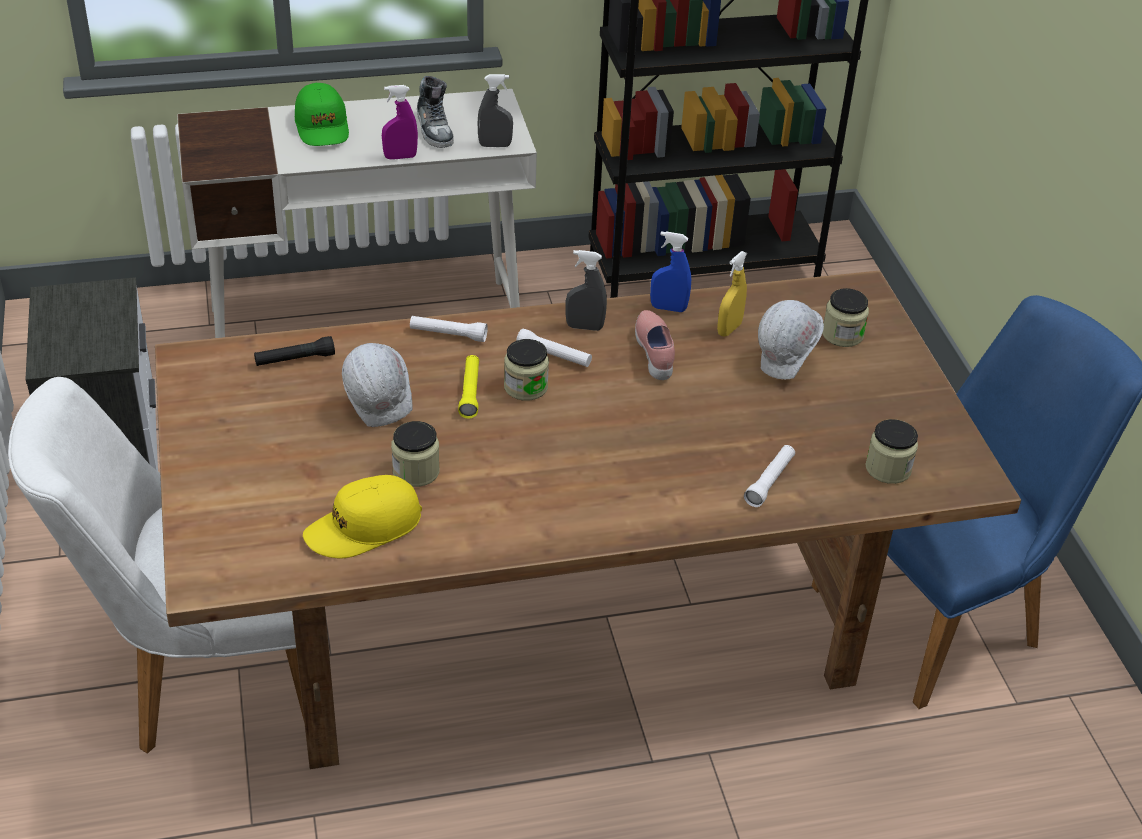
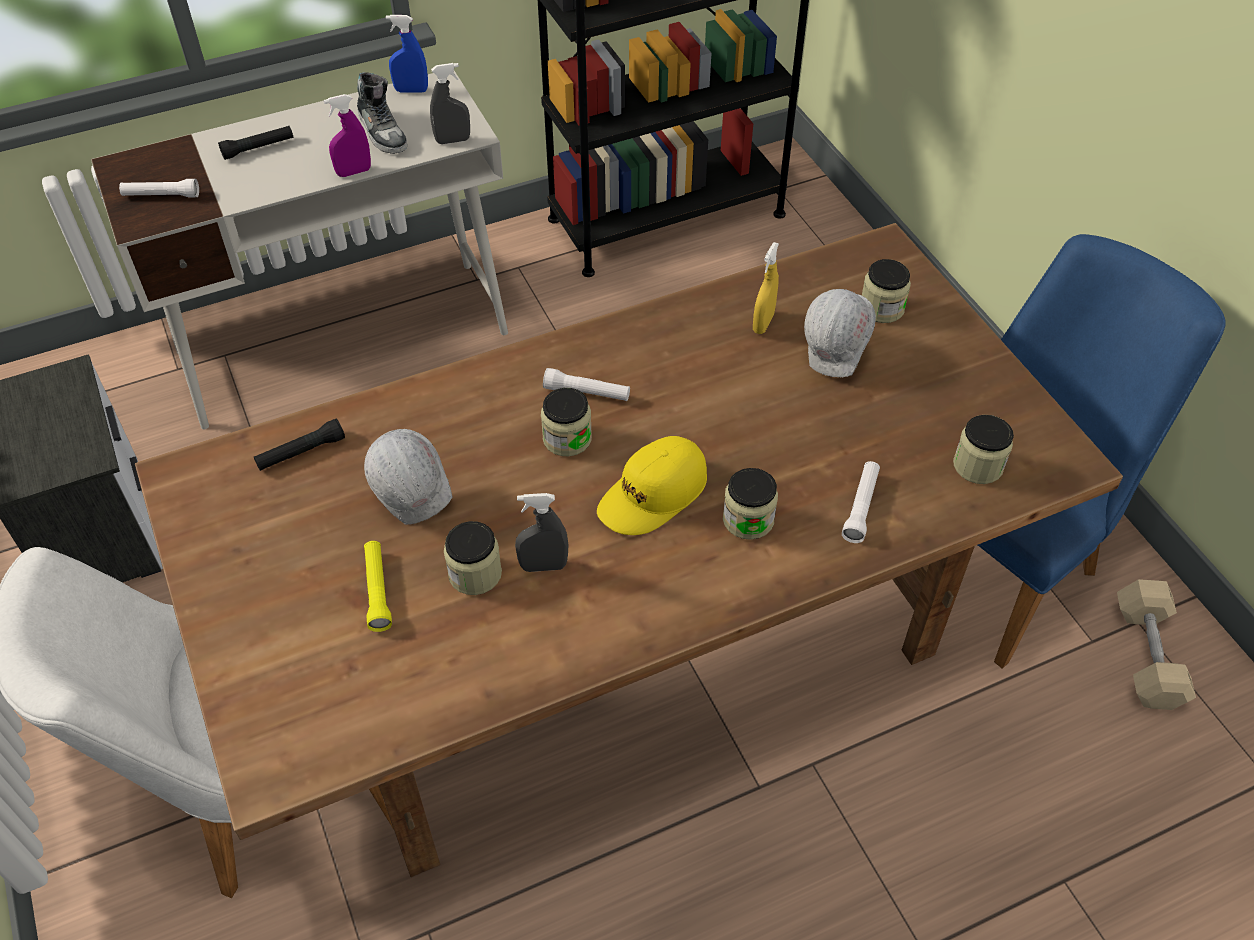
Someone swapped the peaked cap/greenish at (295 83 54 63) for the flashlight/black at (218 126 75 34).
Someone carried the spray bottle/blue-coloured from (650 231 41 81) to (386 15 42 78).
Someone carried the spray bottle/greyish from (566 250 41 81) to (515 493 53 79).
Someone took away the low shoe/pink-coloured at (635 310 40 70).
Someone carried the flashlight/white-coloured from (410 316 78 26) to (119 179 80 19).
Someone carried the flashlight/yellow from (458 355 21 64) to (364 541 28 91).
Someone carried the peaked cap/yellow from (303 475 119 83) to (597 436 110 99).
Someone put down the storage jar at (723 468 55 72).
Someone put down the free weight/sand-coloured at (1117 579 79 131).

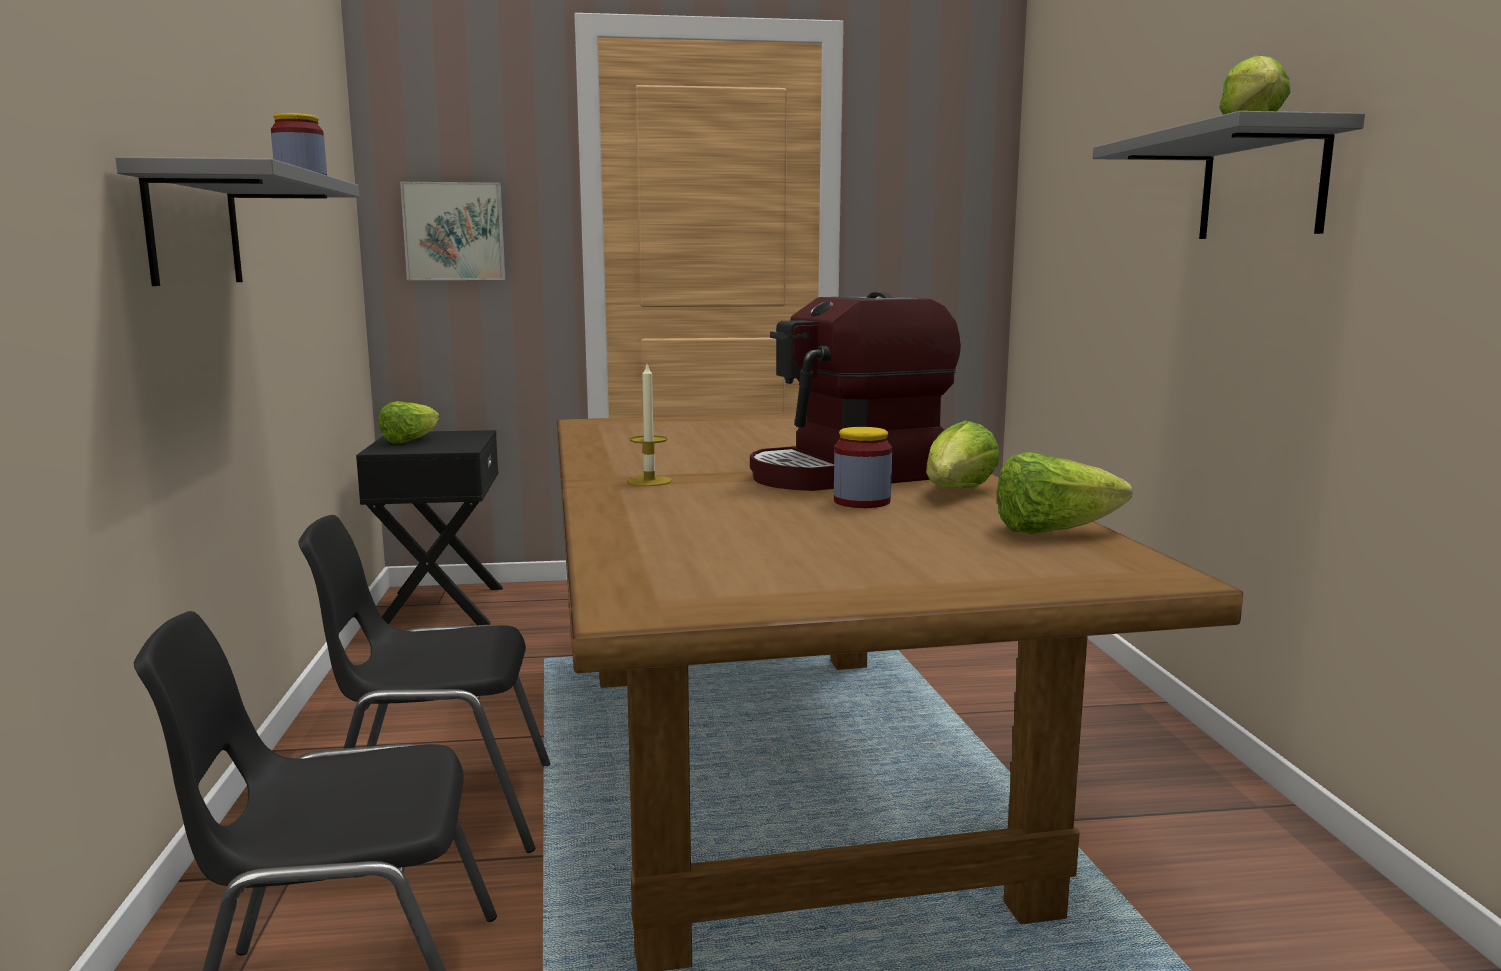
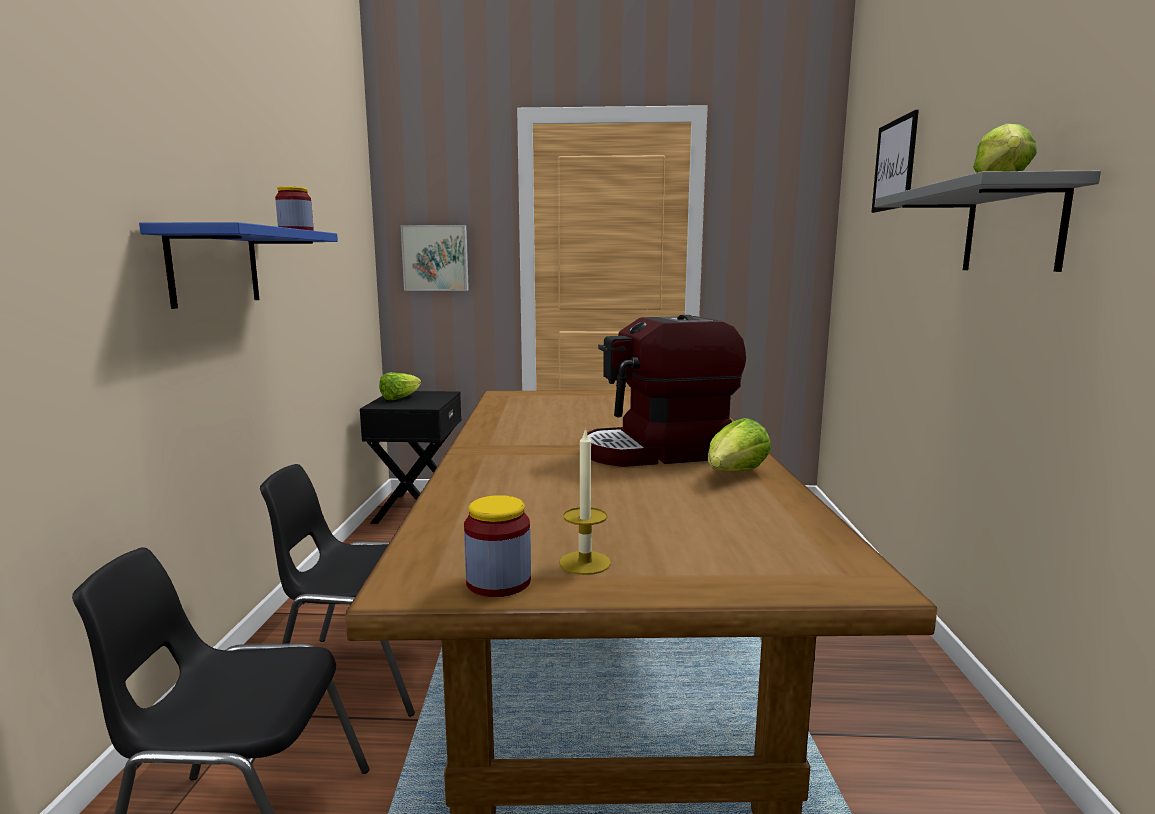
Someone repainted the shelf/greyish at (116 157 243 129), which became the shelf/blue-coloured at (139 222 199 87).
Someone carried the wax light from (627 364 45 122) to (559 428 52 147).
Someone carried the storage jar from (834 427 58 81) to (464 495 67 102).
Someone took away the lettuce at (997 452 136 82).
Someone put up the wall art at (871 110 48 103).

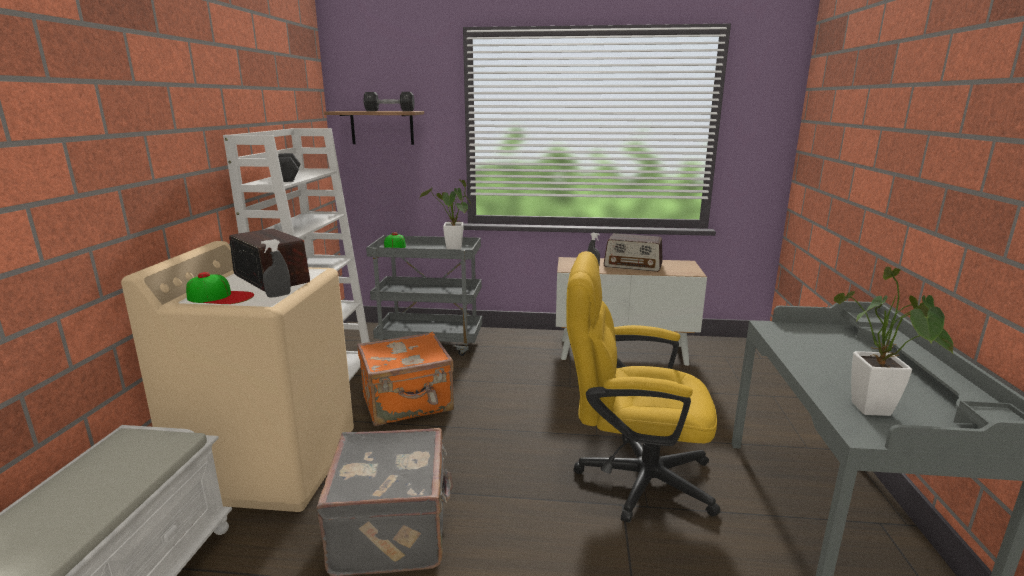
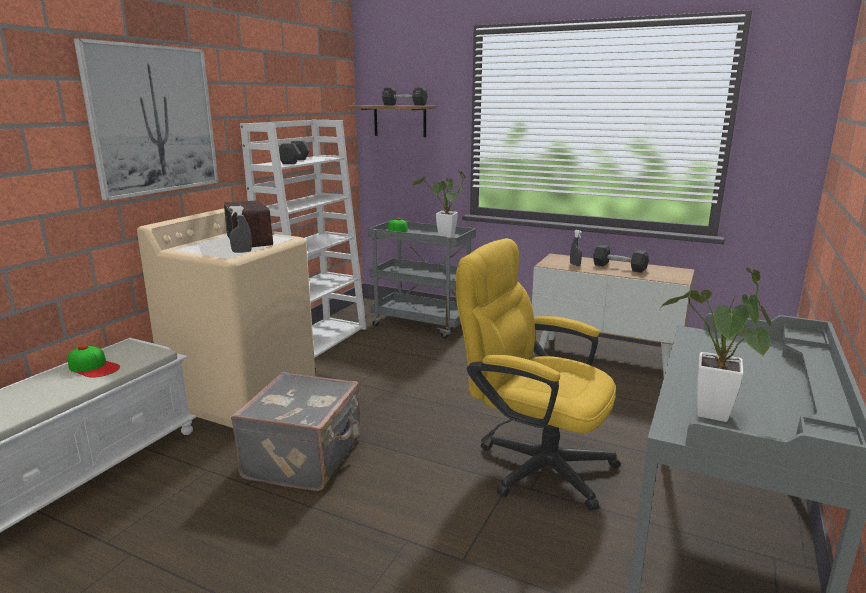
Someone swapped the radio at (604 233 59 39) for the free weight/black at (593 245 56 28).
Someone carried the peaked cap from (186 272 68 32) to (68 345 52 33).
Someone took away the piece of luggage/orangey at (357 331 97 95).
Someone put up the wall art at (74 38 145 163).

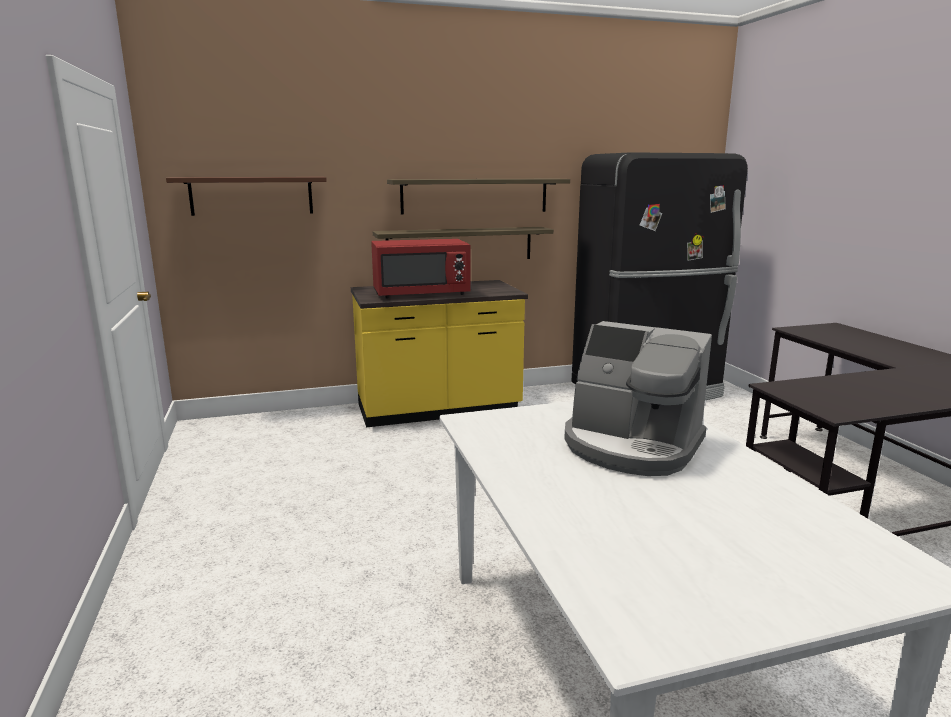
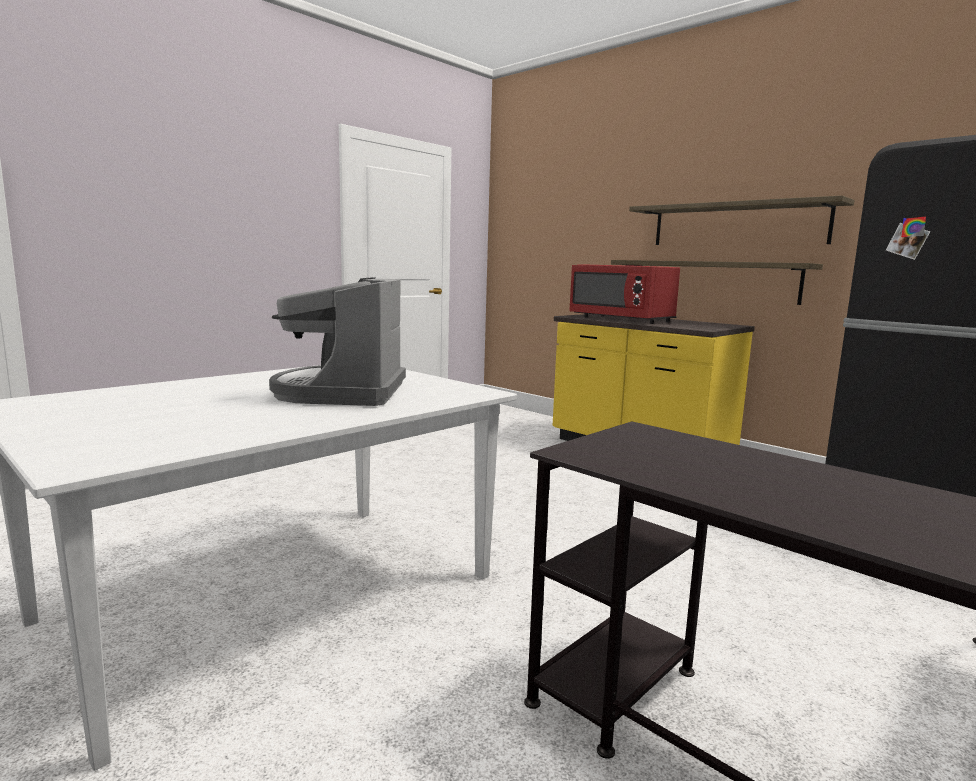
Someone took away the shelf/brownish at (166 177 161 39).

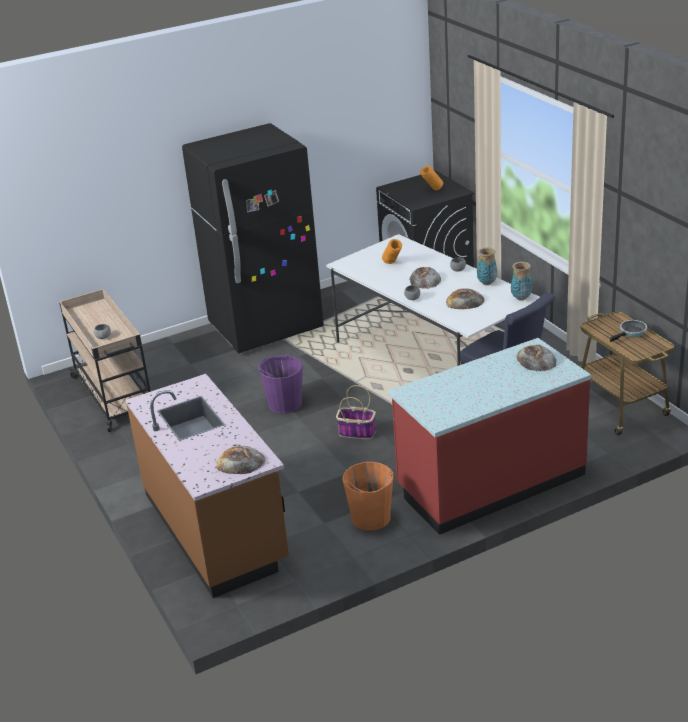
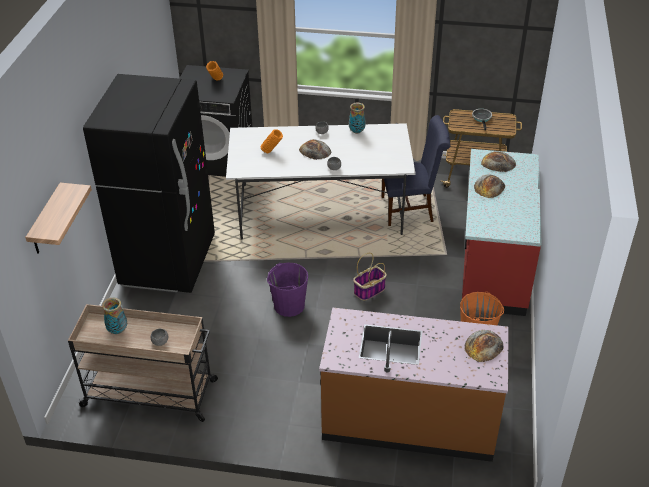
Someone carried the vase from (511 262 21 39) to (102 298 25 36).
Someone carried the bakery bread from (446 288 39 21) to (474 174 31 24).
Someone put up the shelf at (25 183 67 71).

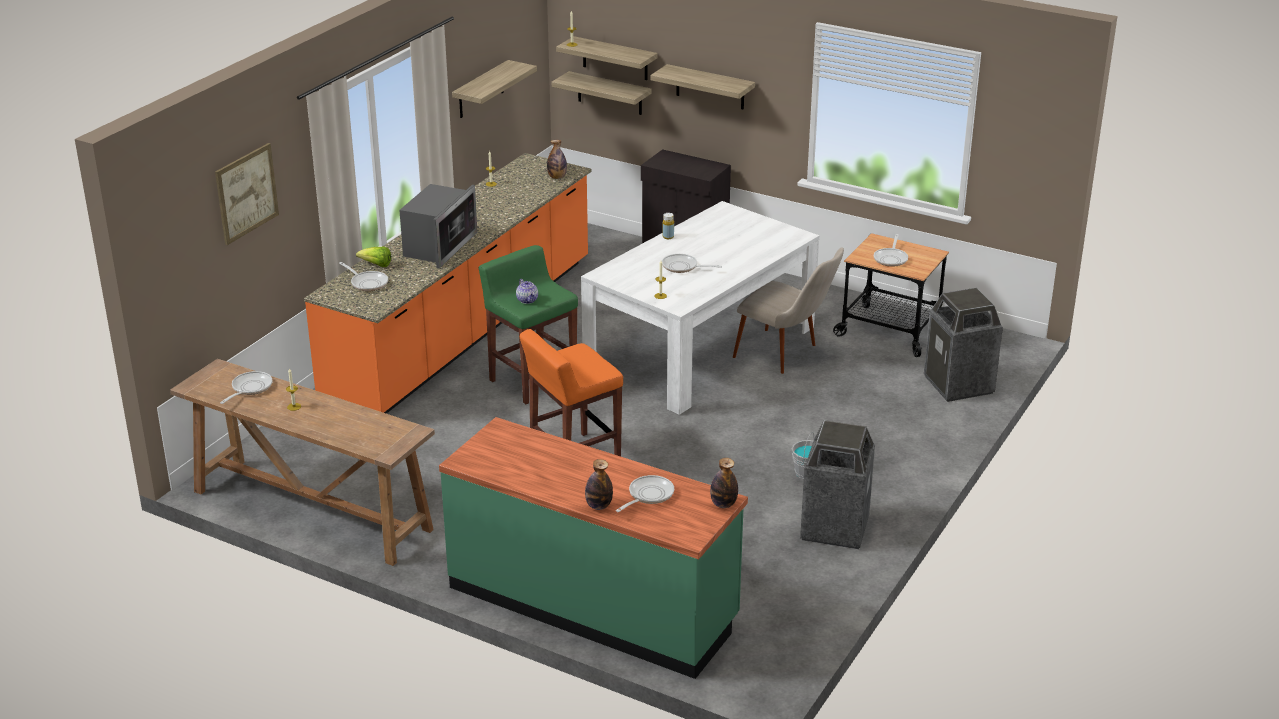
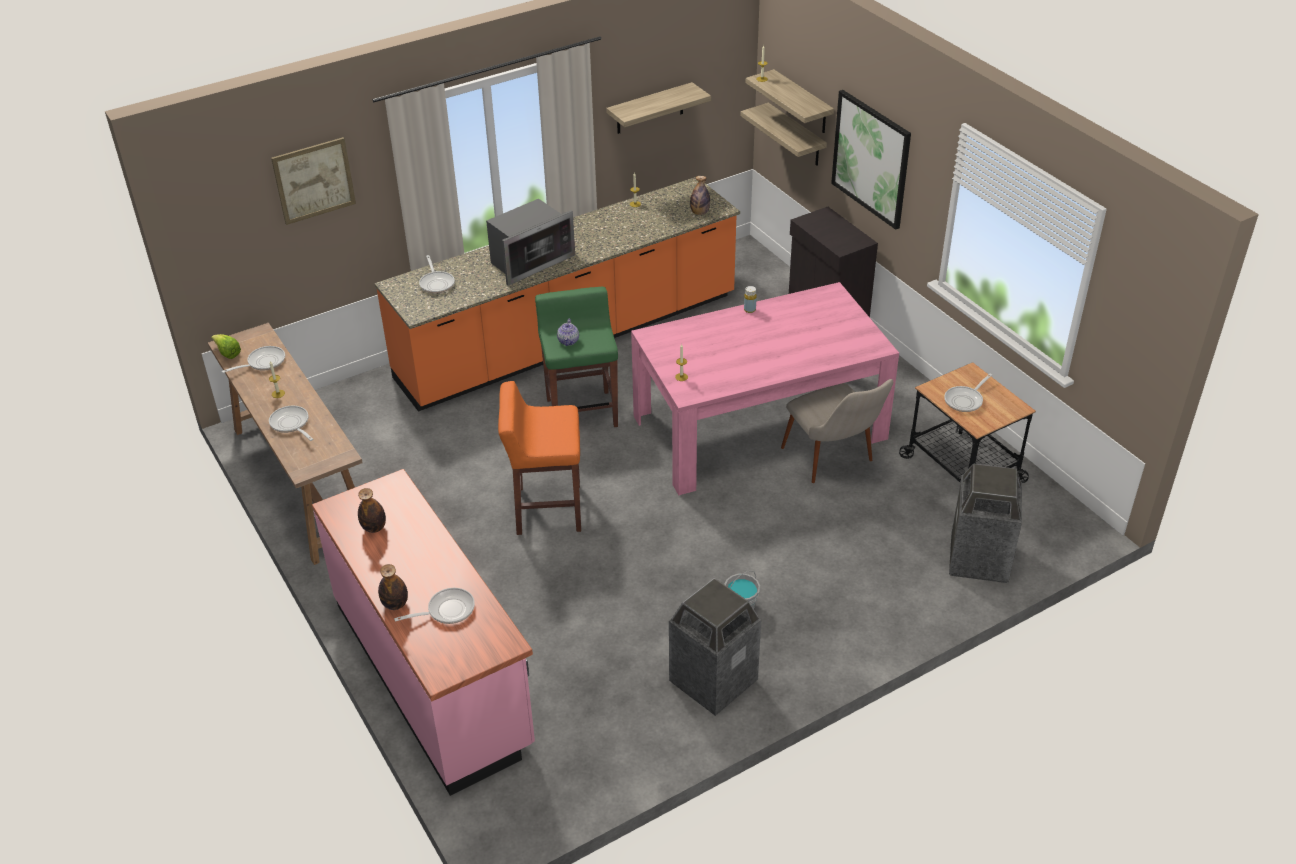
Someone swapped the shelf at (651 64 104 45) for the wall art at (831 90 80 140).
Someone repainted the kitchen table/white-coloured at (581 201 238 214), which became the kitchen table/pink-coloured at (631 282 268 213).
Someone carried the lettuce from (356 247 35 20) to (211 334 30 25).
Someone carried the frying pan from (662 254 60 19) to (269 406 44 35).
Someone repainted the counter/greenish at (439 417 309 262), which became the counter/pink-coloured at (312 469 223 327).
Someone carried the bottle from (710 458 28 50) to (358 488 28 45).

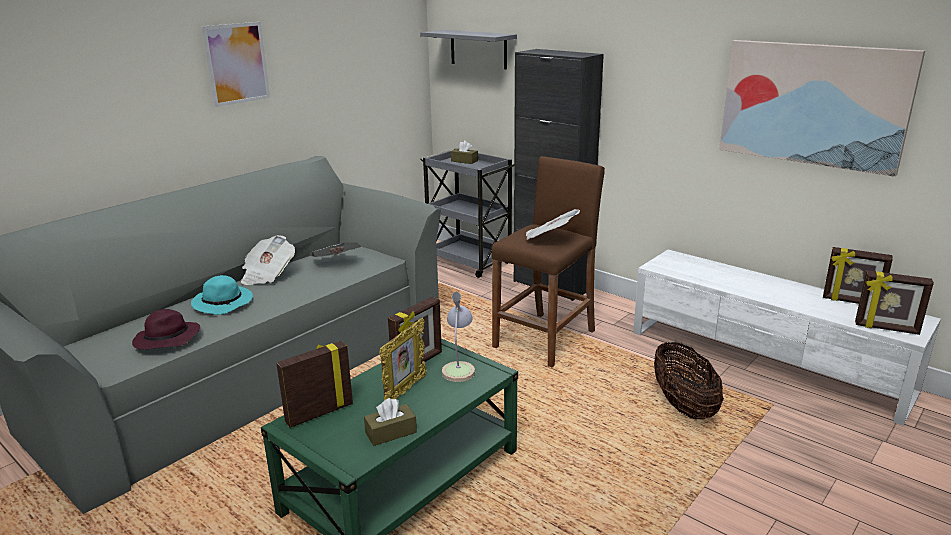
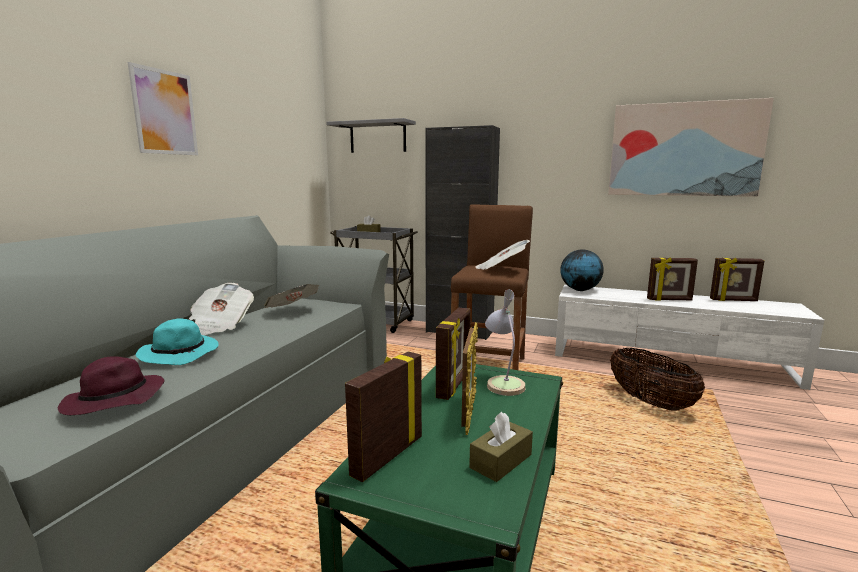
Someone carried the picture frame from (855 270 79 65) to (647 258 51 43).
Someone put down the desk globe at (560 249 44 42).

